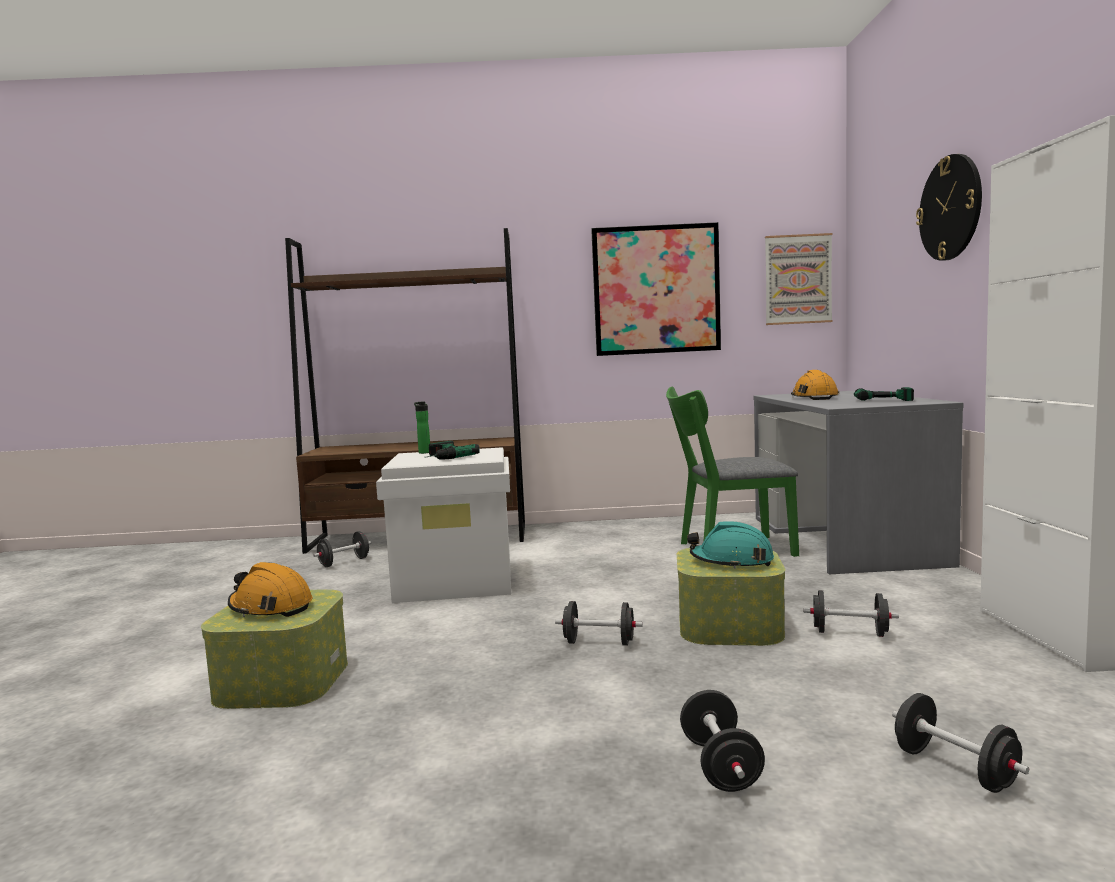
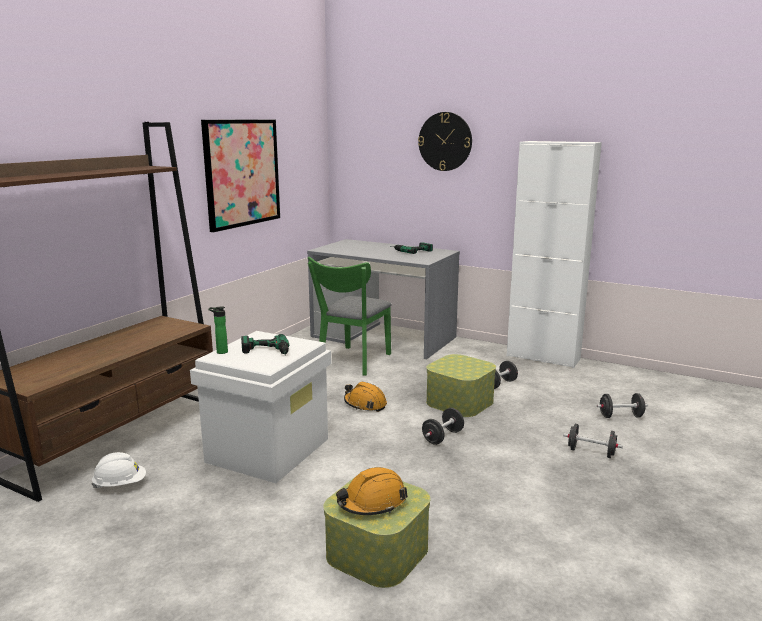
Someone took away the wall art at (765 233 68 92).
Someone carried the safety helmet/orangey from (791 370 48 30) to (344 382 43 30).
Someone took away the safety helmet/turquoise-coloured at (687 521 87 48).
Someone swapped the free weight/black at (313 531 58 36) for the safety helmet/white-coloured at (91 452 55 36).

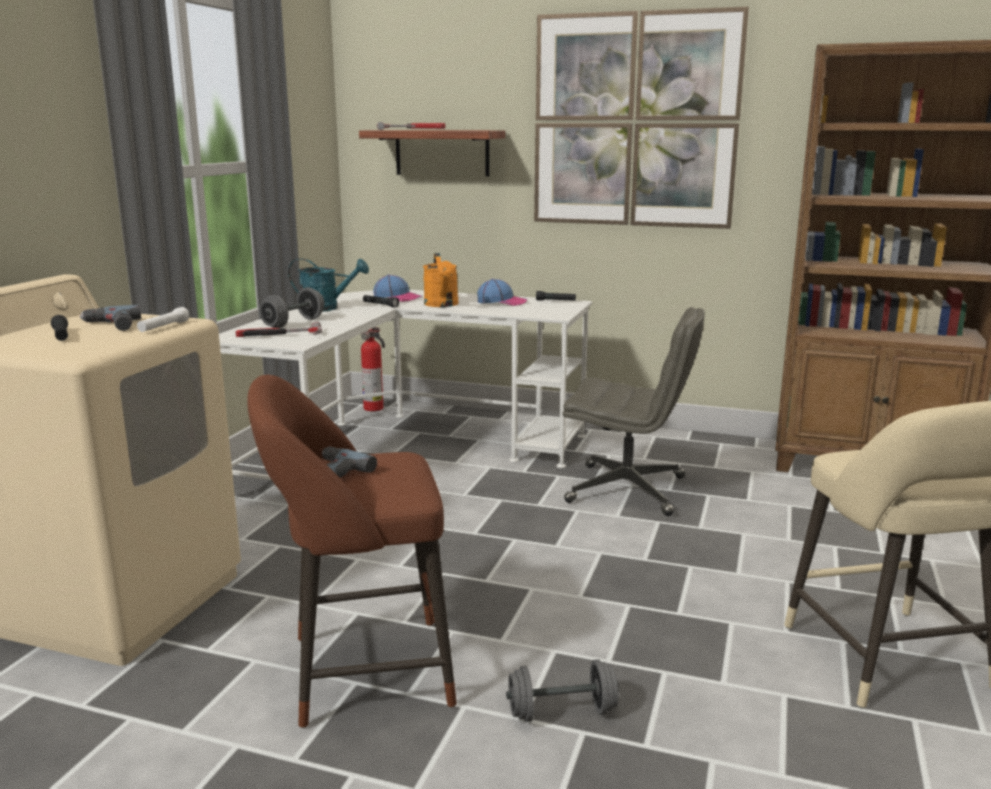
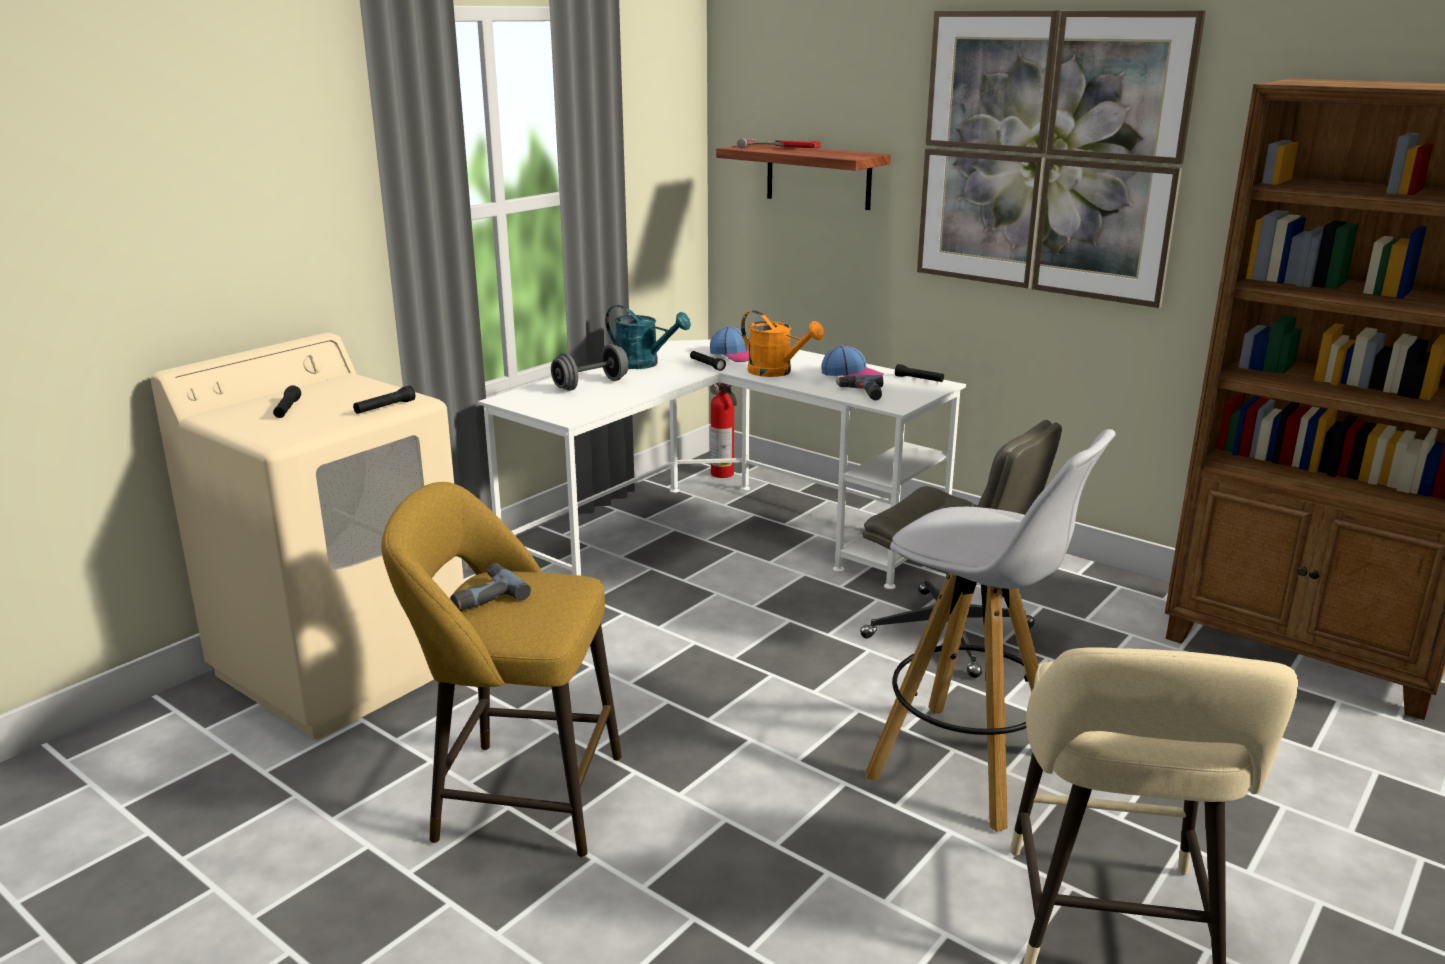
Someone rotated the watering can/orangey at (423 253 35 54) by 60 degrees counterclockwise.
Someone carried the drill from (80 305 61 26) to (836 375 47 25).
Someone repainted the flashlight/white-coloured at (137 307 52 25), which became the flashlight/black at (353 386 62 28).
Someone took away the tool hammer at (235 321 87 16).
Someone repainted the stool/brownish at (247 375 210 353), which became the stool/yellow at (381 482 241 376).
Someone took away the free weight/greyish at (506 659 113 63).
Someone put down the stool/white-coloured at (866 429 250 403).

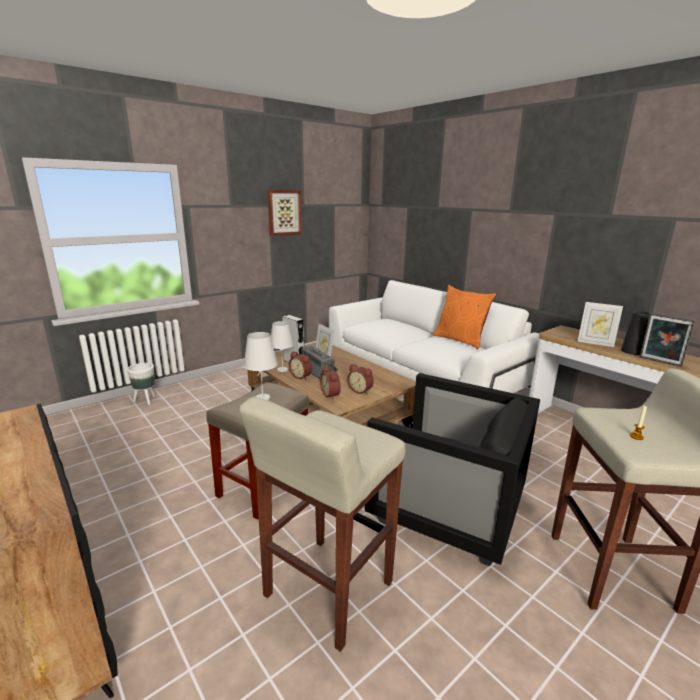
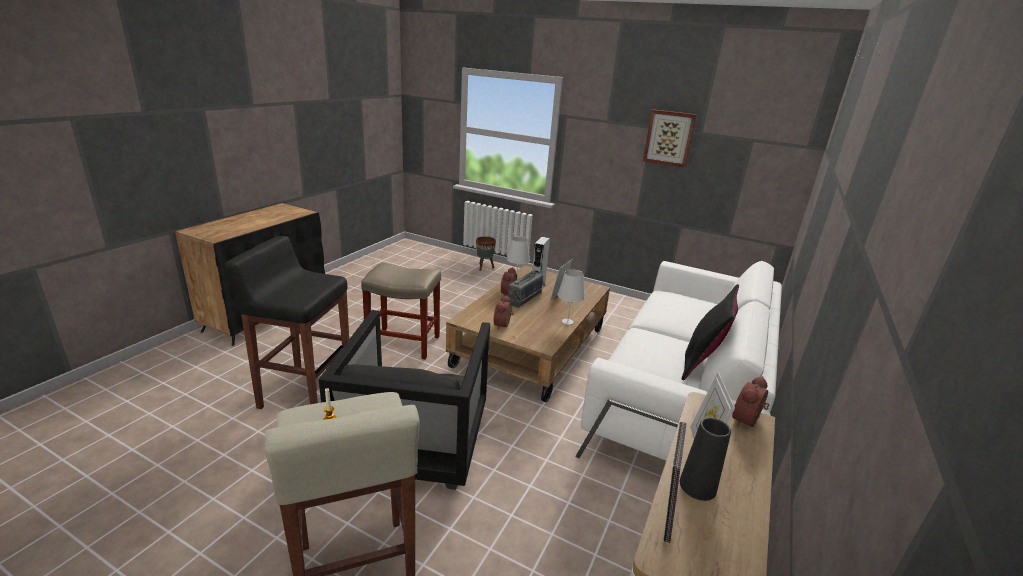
Someone repainted the cushion/orangey at (433 285 63 64), which became the cushion/black at (682 284 57 96).
Someone carried the table lamp/white-coloured from (243 332 35 68) to (557 269 28 56).
Someone repainted the flower pot/white-coloured at (127 363 28 42), which became the flower pot/brownish at (476 236 20 35).
Someone carried the alarm clock from (320 366 21 34) to (732 376 37 51).
Someone repainted the stool/sand-coloured at (239 396 167 256), which became the stool/black at (223 236 126 173).

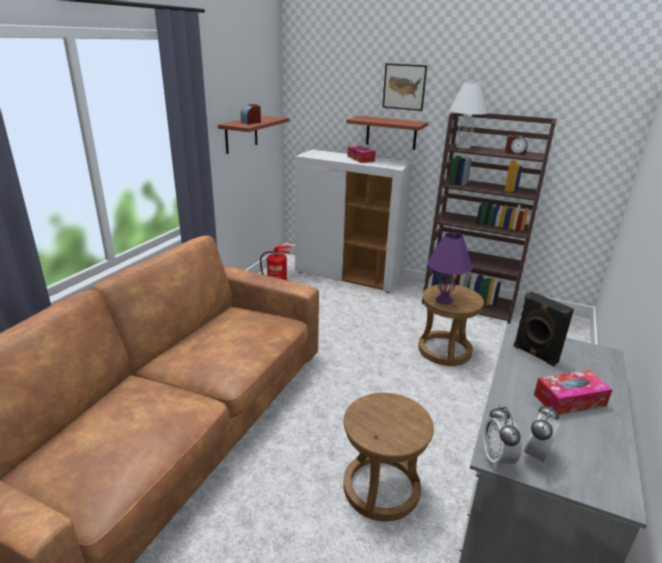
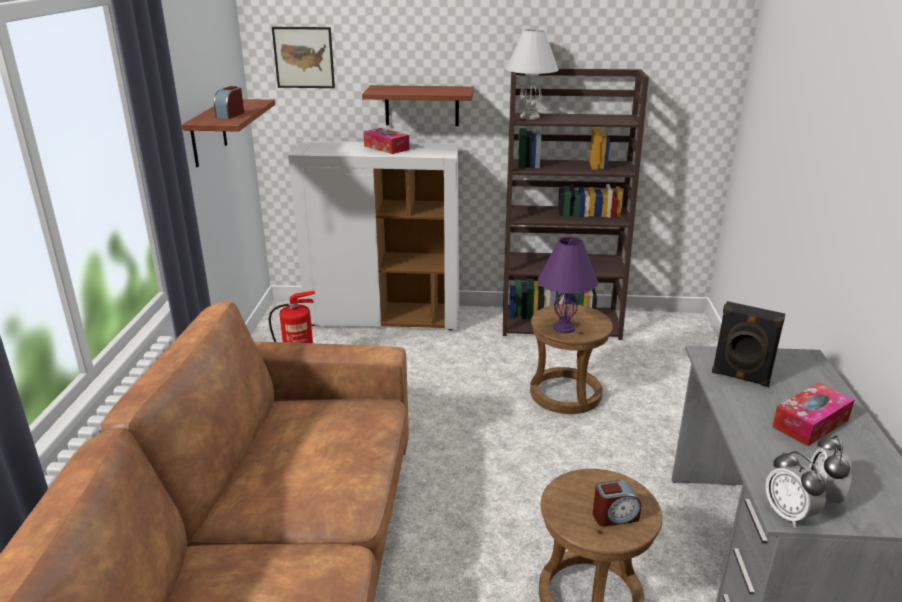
Someone carried the wall art from (382 63 45 48) to (272 27 63 61).
Someone carried the alarm clock from (505 134 23 21) to (593 480 48 47).

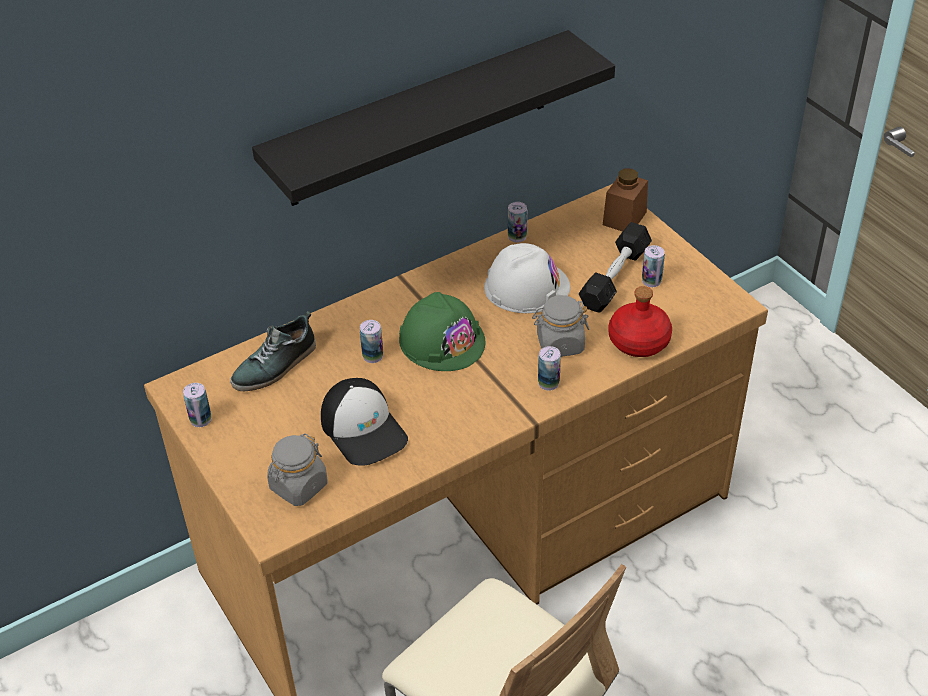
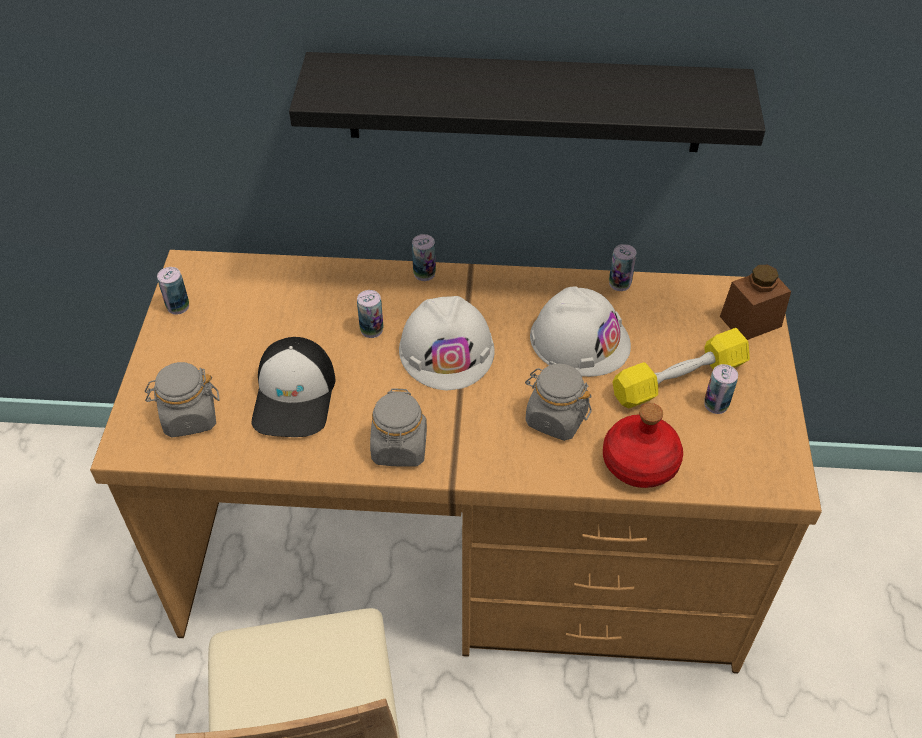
Someone repainted the free weight/black at (579 222 73 91), which became the free weight/yellow at (613 328 137 80).
Someone repainted the safety helmet/greenish at (399 292 86 79), which became the safety helmet/white-coloured at (399 296 96 94).
Someone took away the low shoe at (230 311 86 80).
Someone carried the metal can from (538 346 23 45) to (412 234 24 47).
Someone put down the storage jar/greyish at (370 388 57 79).

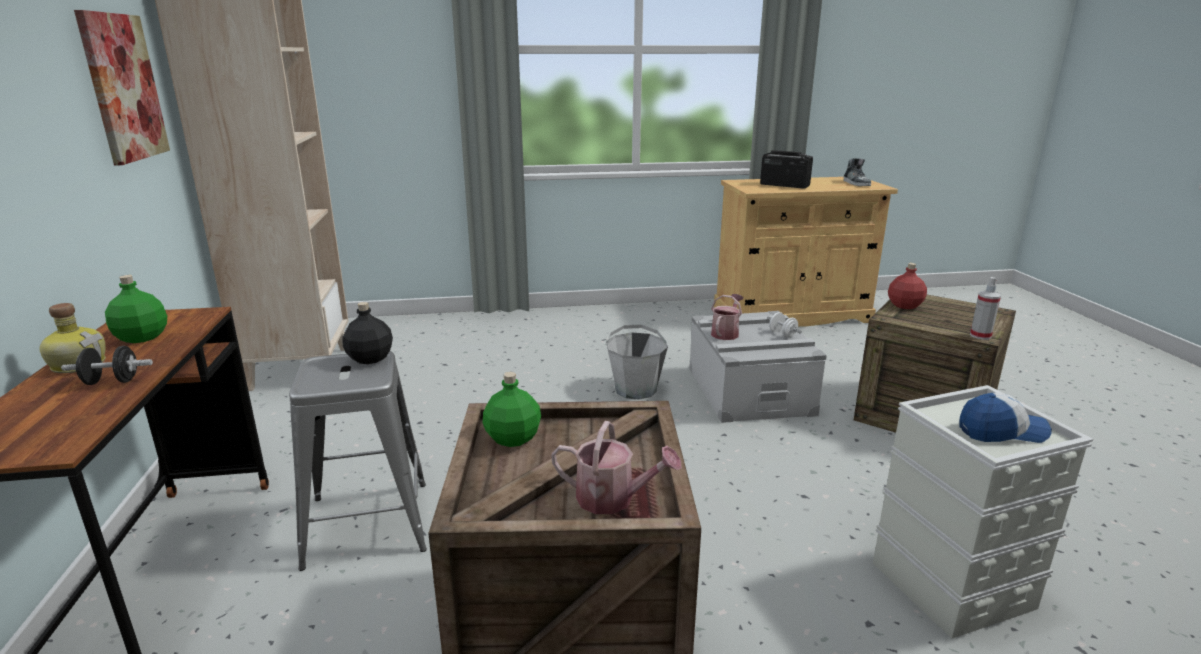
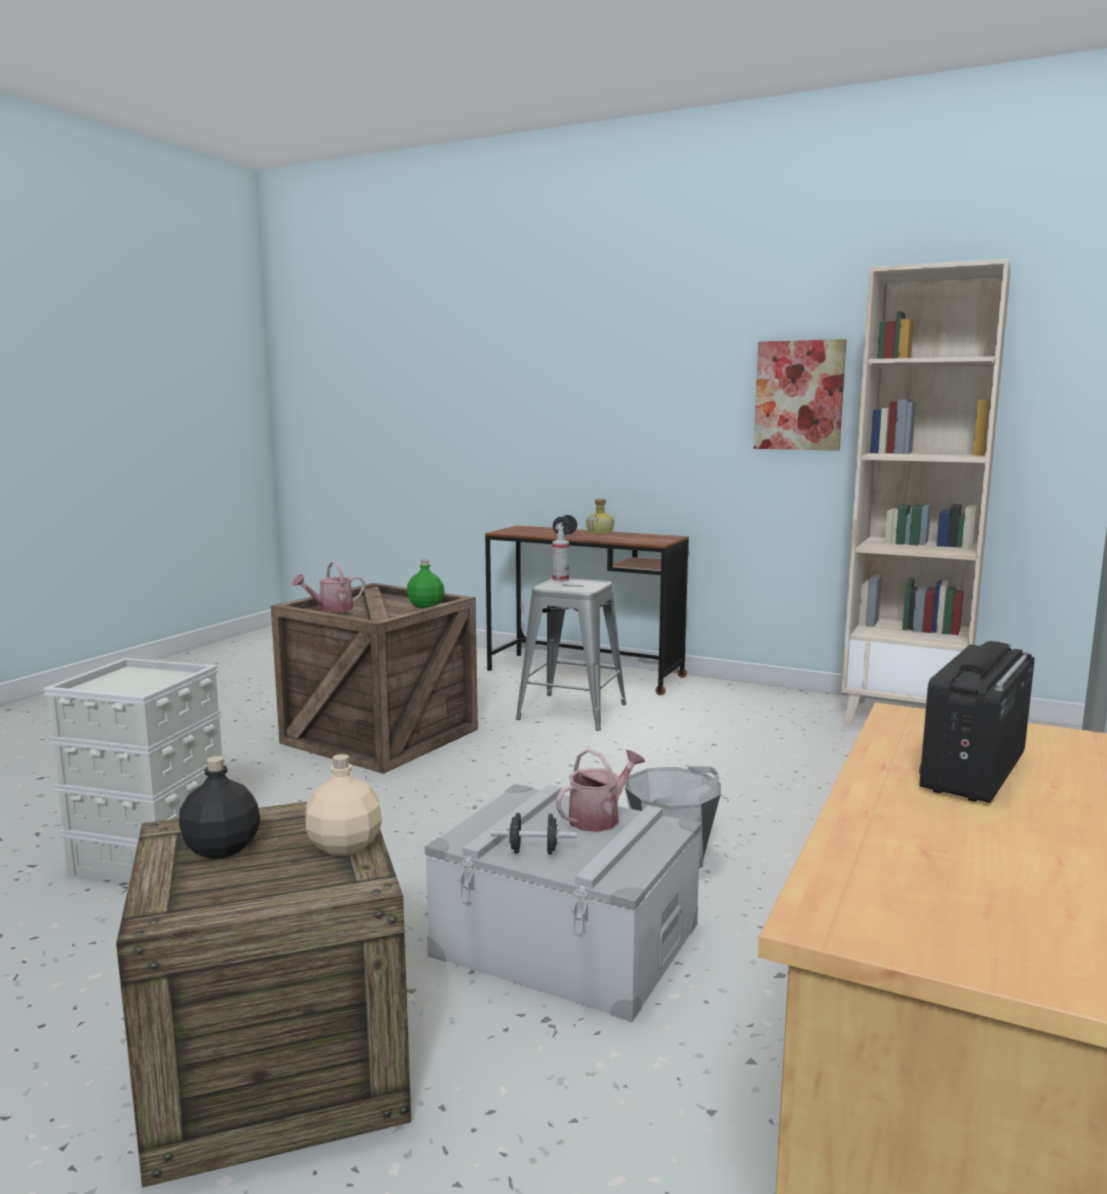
Someone rotated the radio at (760 150 53 39) by 150 degrees clockwise.
Someone took away the low shoe at (843 158 28 28).
Someone repainted the bottle/red at (888 263 39 46), which became the bottle/sand-coloured at (305 754 77 102).
Someone took away the bottle/greenish at (105 275 62 68).
Someone carried the spray bottle from (970 277 31 63) to (552 527 17 55).
Someone rotated the watering can at (711 294 32 46) by 105 degrees counterclockwise.
Someone carried the bottle/black from (343 302 50 62) to (179 756 81 103).
Someone repainted the free weight/white-coloured at (767 312 35 26), which became the free weight/black at (491 813 86 42).
Someone took away the peaked cap at (960 393 92 50).

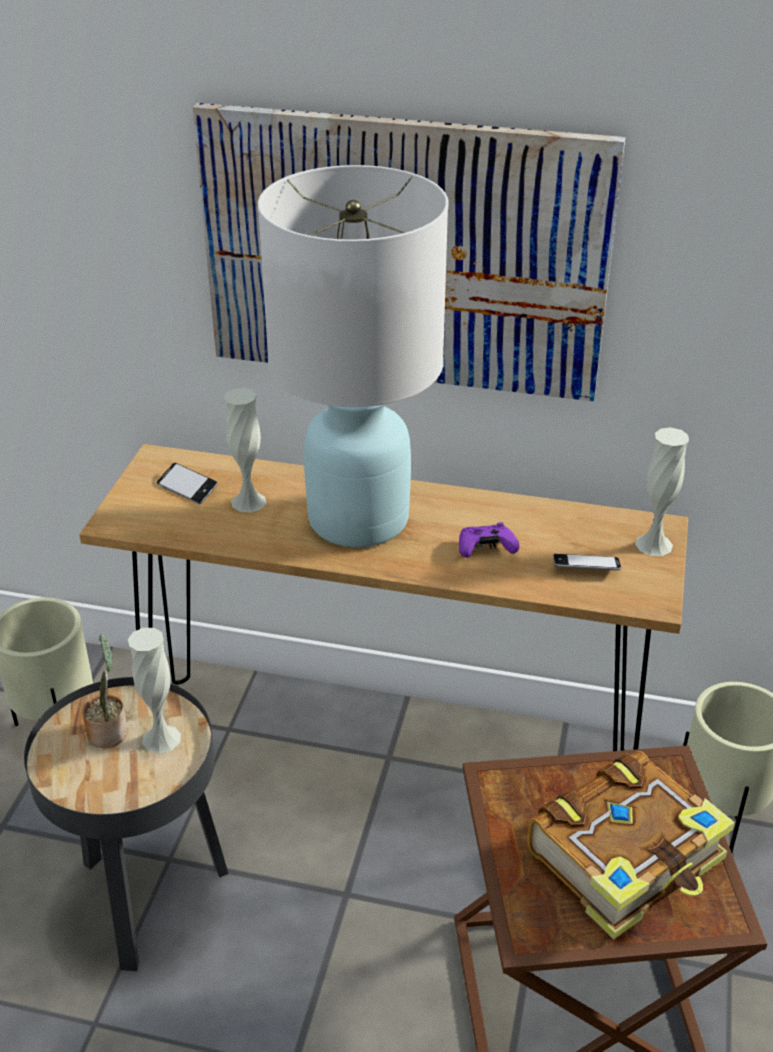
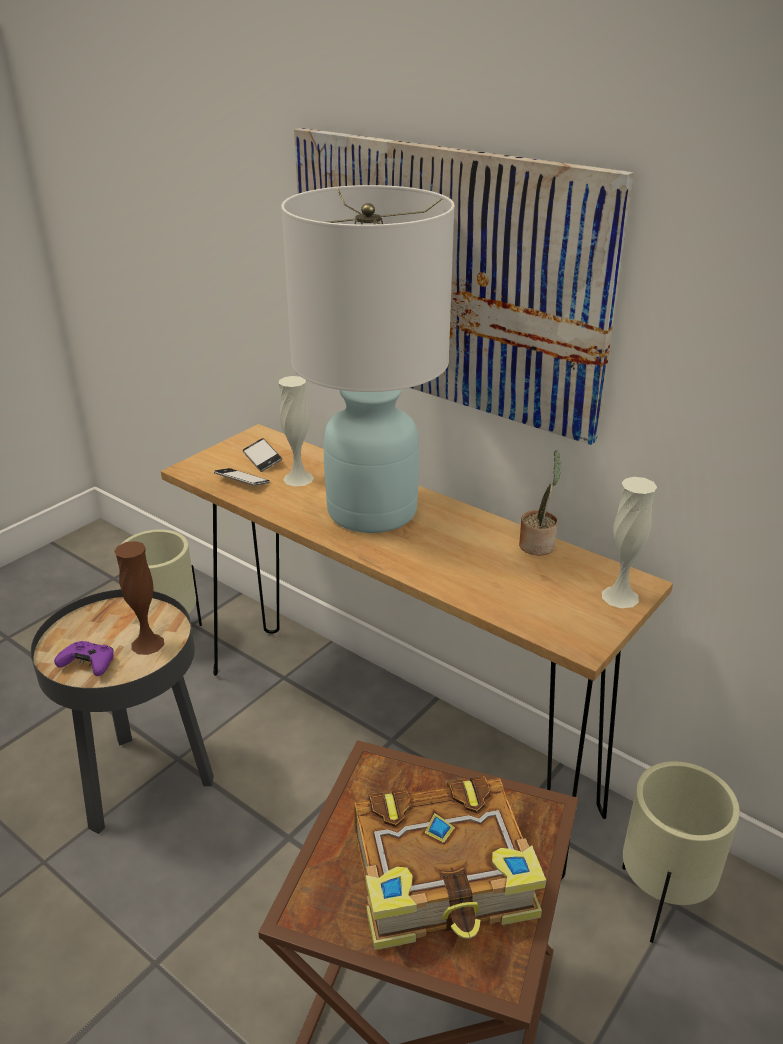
Someone carried the joypad/purplish from (459 522 61 36) to (54 641 60 35).
Someone carried the handset from (553 554 68 16) to (214 468 56 18).
Someone repainted the vase/white-coloured at (128 628 53 126), which became the vase/brownish at (114 541 50 114).
Someone carried the houseplant from (82 634 46 114) to (519 450 42 106).

